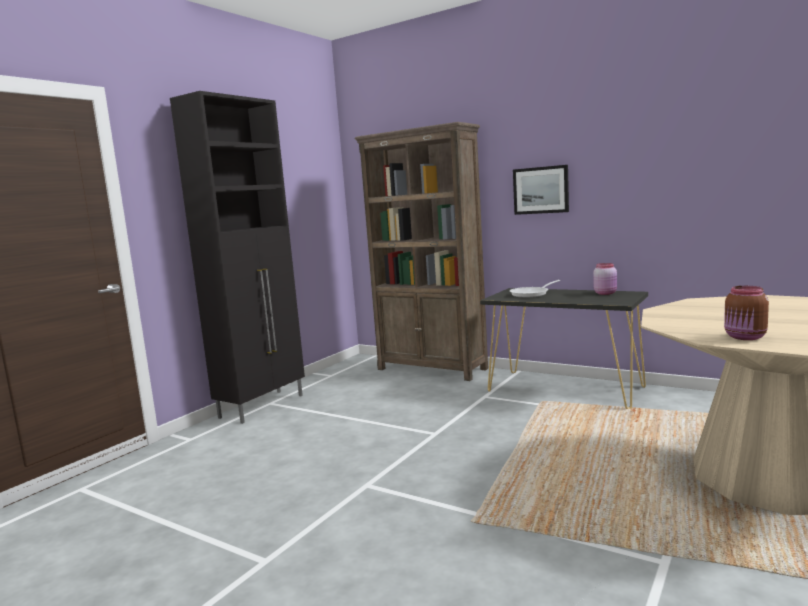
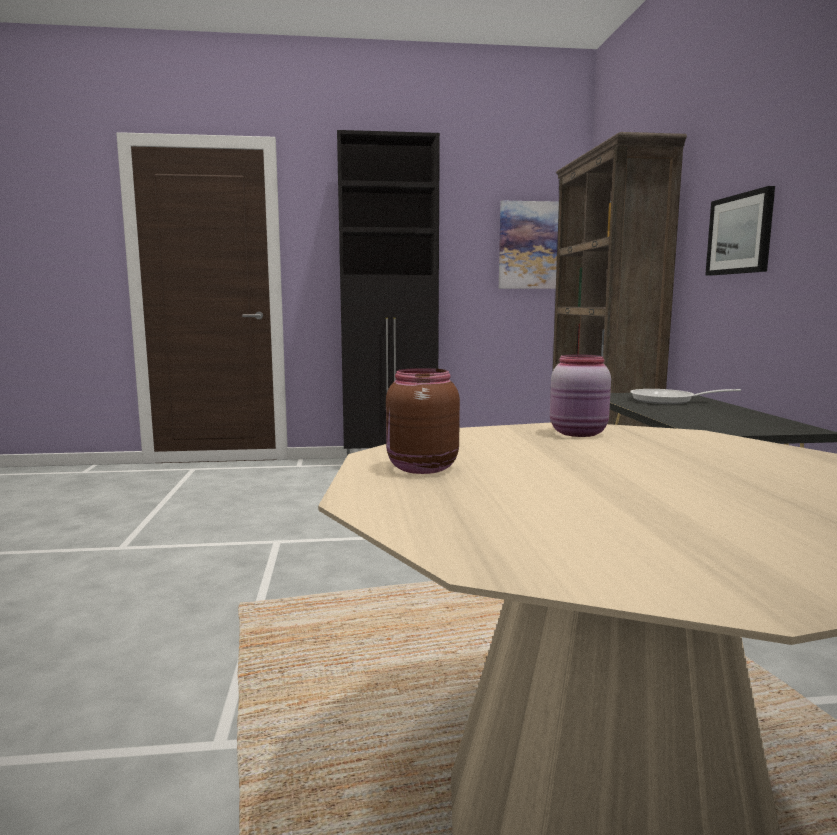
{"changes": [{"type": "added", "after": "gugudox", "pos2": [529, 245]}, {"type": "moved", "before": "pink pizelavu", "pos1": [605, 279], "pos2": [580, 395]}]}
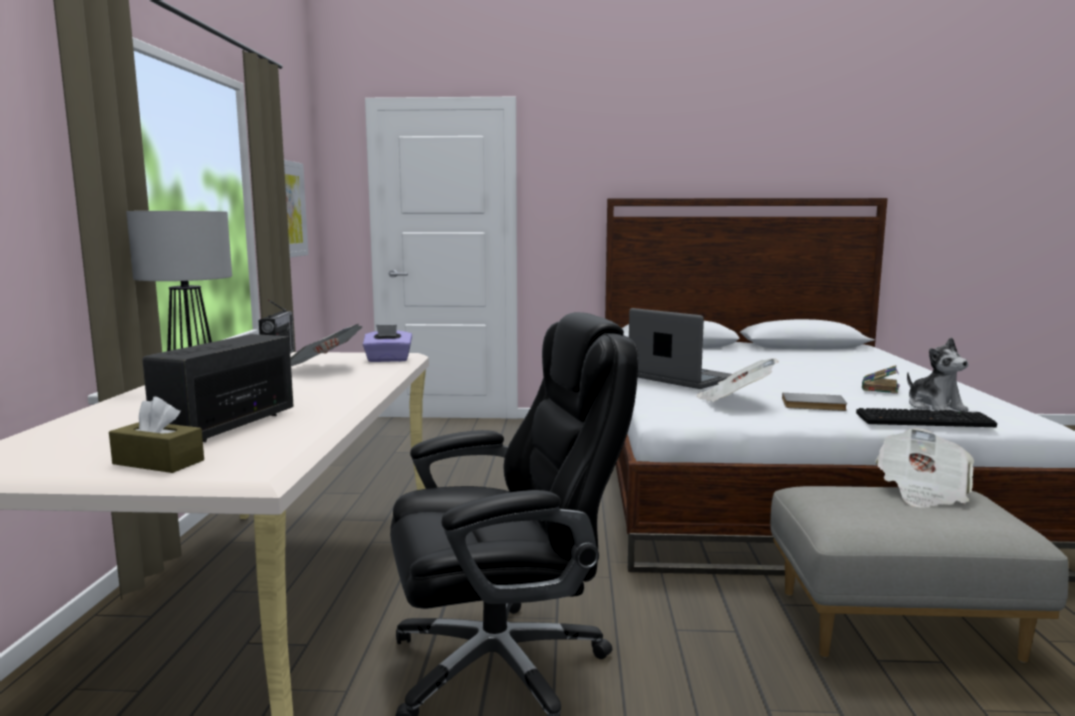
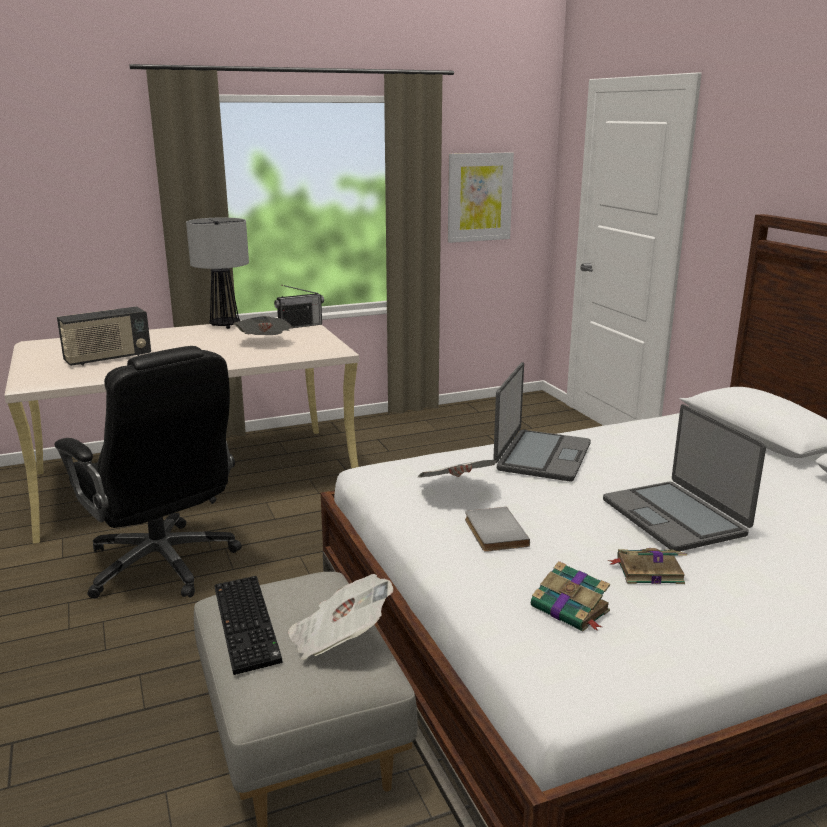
{"changes": [{"type": "turned", "before": "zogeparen", "pos1": [218, 388], "pos2": [104, 336], "turn": 150}, {"type": "moved", "before": "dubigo", "pos1": [926, 417], "pos2": [248, 625]}, {"type": "replaced", "before": "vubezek", "after": "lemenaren", "pos1": [937, 374], "pos2": [570, 596]}, {"type": "added", "after": "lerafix", "pos2": [684, 477]}, {"type": "removed", "before": "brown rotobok", "pos1": [156, 435]}, {"type": "removed", "before": "purple rotobok", "pos1": [387, 343]}]}
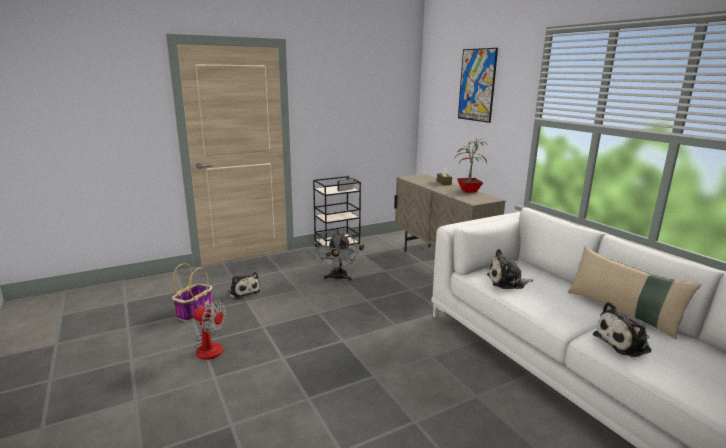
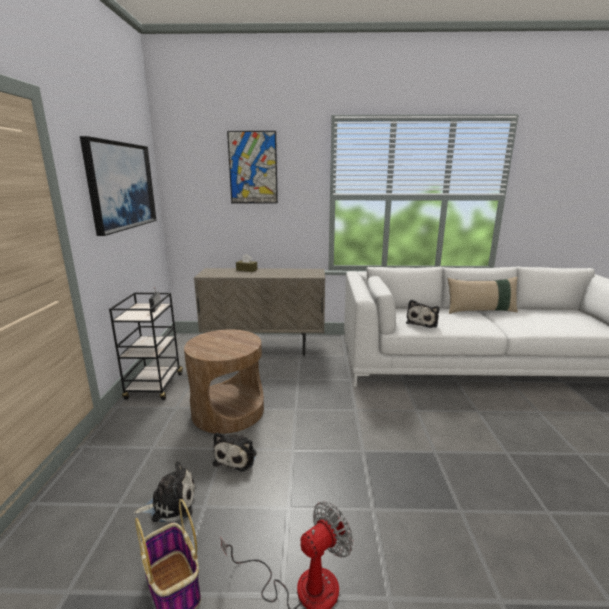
{"changes": [{"type": "added", "after": "gugudox", "pos2": [118, 186]}, {"type": "replaced", "before": "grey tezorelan", "after": "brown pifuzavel", "pos1": [336, 255], "pos2": [224, 381]}, {"type": "moved", "before": "vubezek", "pos1": [622, 329], "pos2": [235, 452]}, {"type": "removed", "before": "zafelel", "pos1": [471, 166]}]}
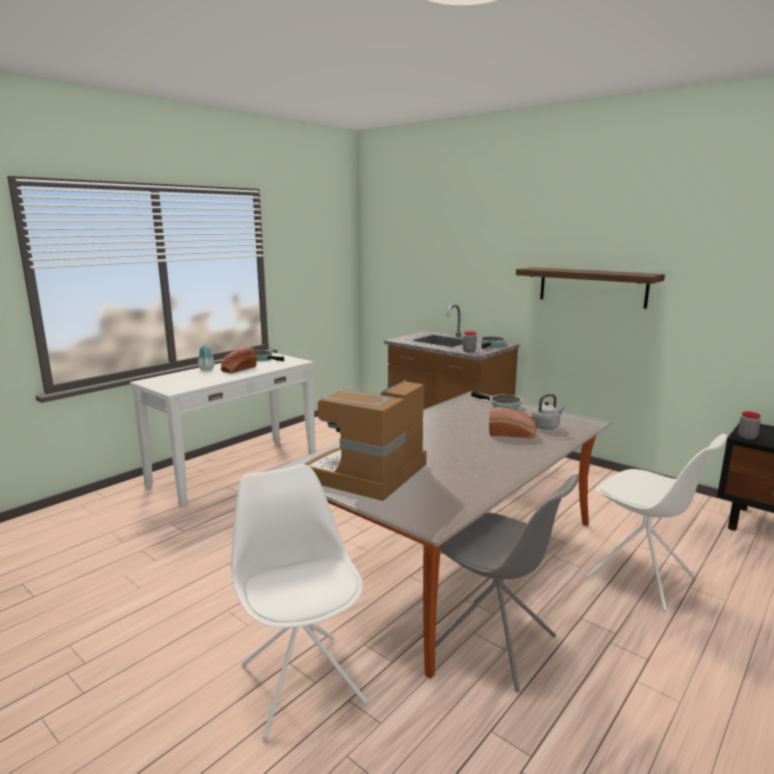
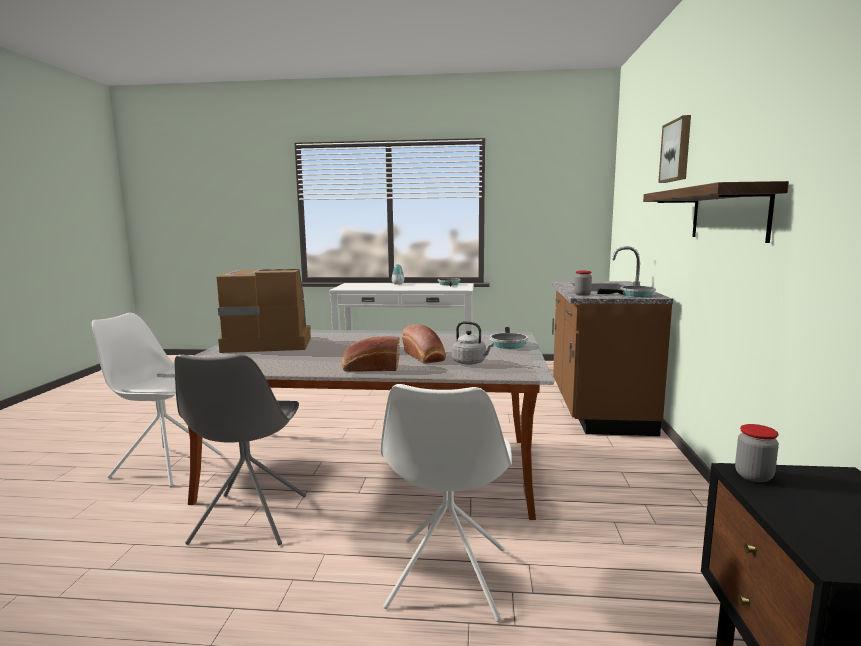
{"changes": [{"type": "turned", "before": "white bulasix", "pos1": [299, 602], "pos2": [157, 400], "turn": -105}, {"type": "moved", "before": "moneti", "pos1": [239, 360], "pos2": [371, 354]}, {"type": "added", "after": "gugudox", "pos2": [674, 149]}]}
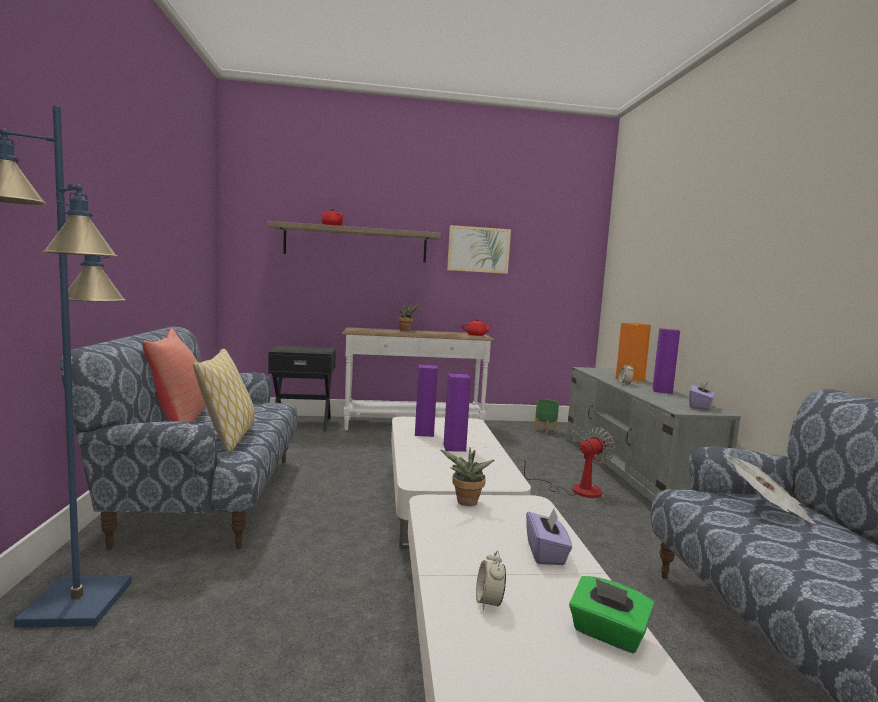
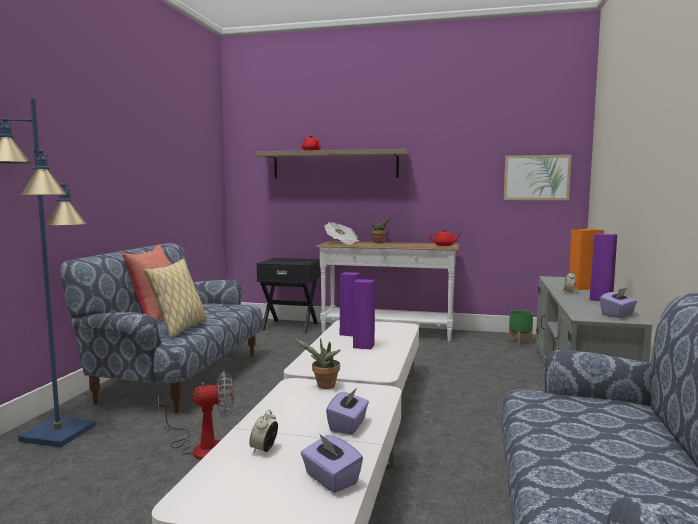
{"changes": [{"type": "moved", "before": "tezorelan", "pos1": [567, 462], "pos2": [196, 415]}, {"type": "recoloured", "before": "green rotobok", "after": "purple rotobok", "pos1": [611, 614], "pos2": [332, 463]}, {"type": "moved", "before": "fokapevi", "pos1": [770, 489], "pos2": [341, 233]}, {"type": "moved", "before": "gugudox", "pos1": [479, 249], "pos2": [538, 177]}]}
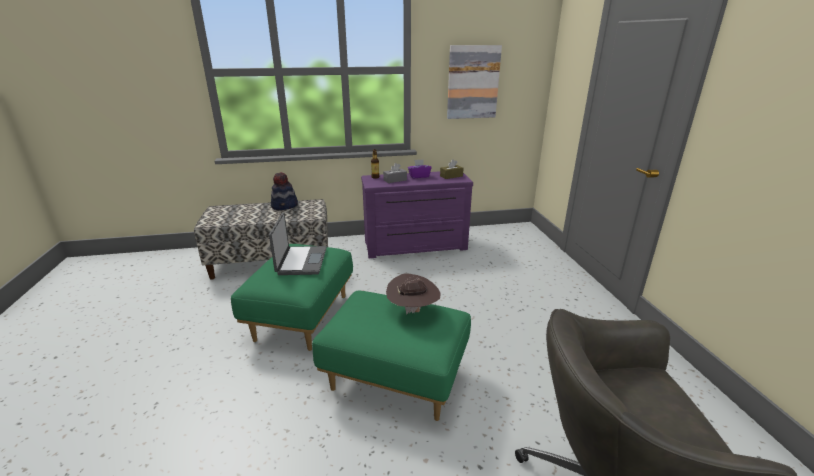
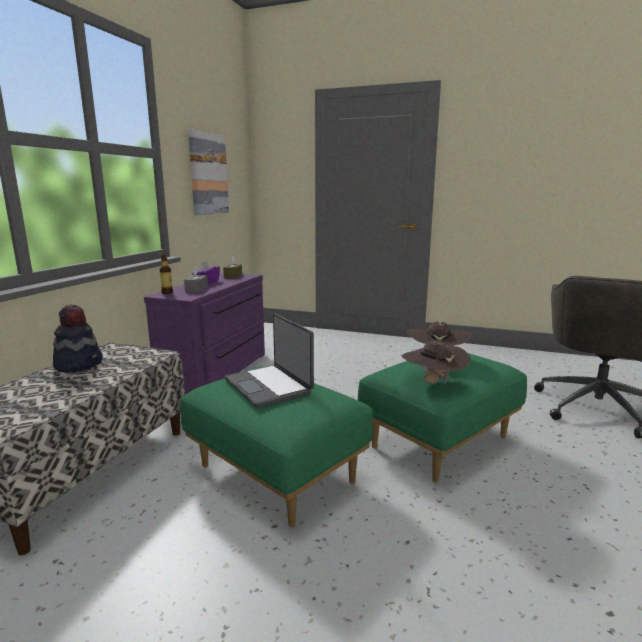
{"changes": [{"type": "turned", "before": "lerafix", "pos1": [298, 243], "pos2": [269, 361], "turn": -150}, {"type": "added", "after": "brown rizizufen", "pos2": [436, 362]}]}
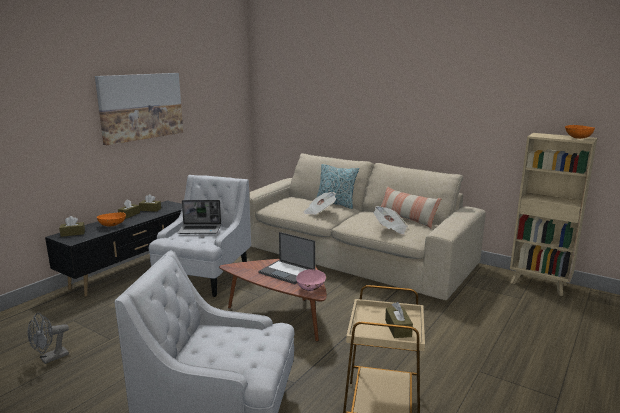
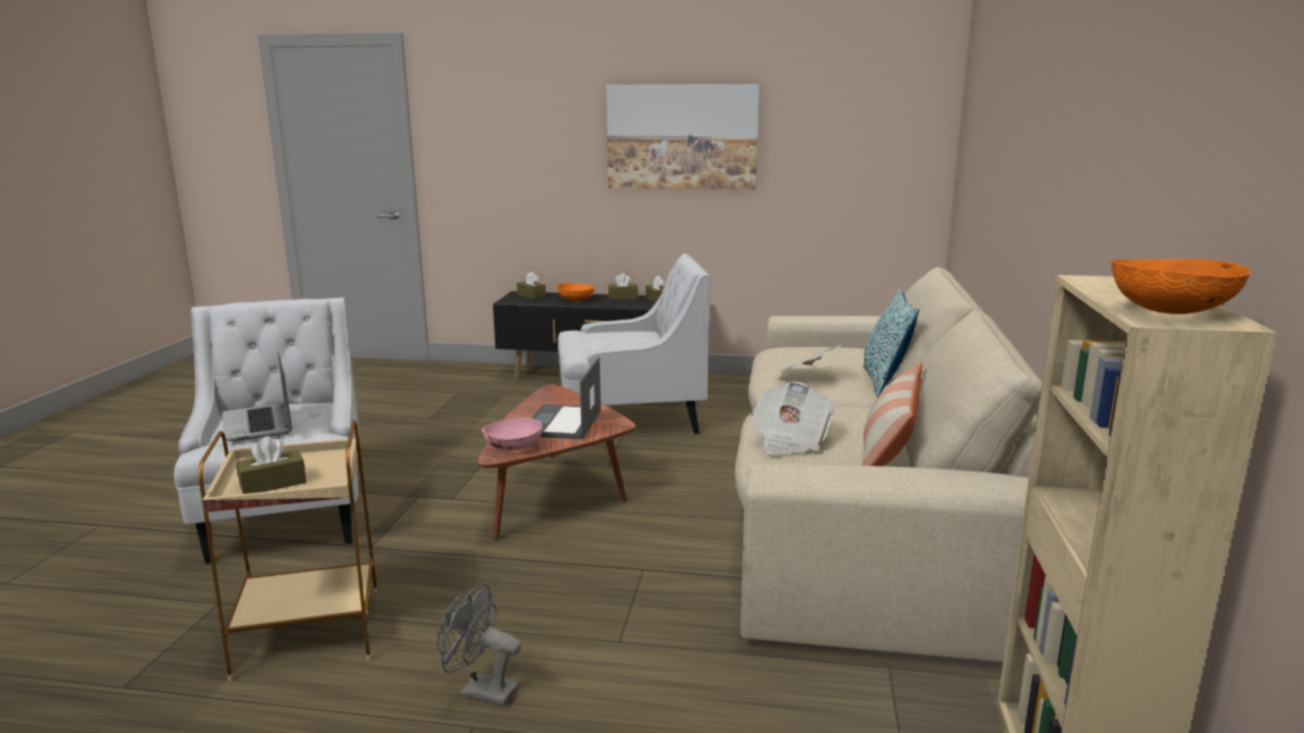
{"changes": [{"type": "moved", "before": "lerafix", "pos1": [199, 217], "pos2": [257, 396]}, {"type": "moved", "before": "grey tezorelan", "pos1": [48, 338], "pos2": [479, 645]}]}
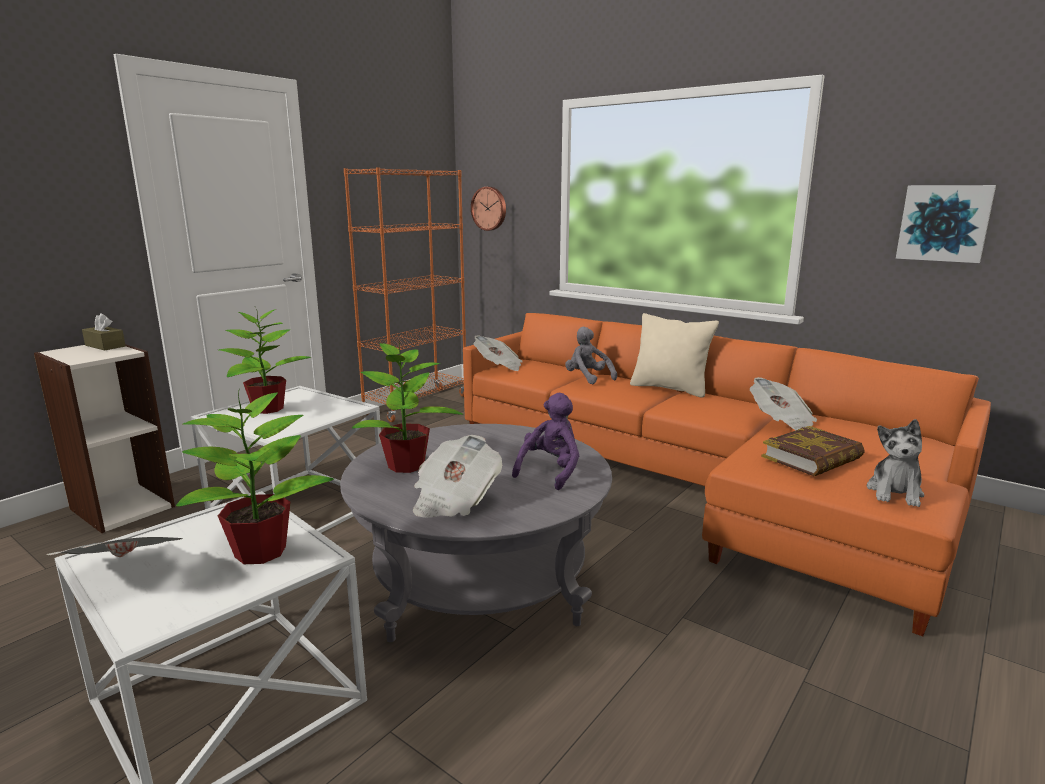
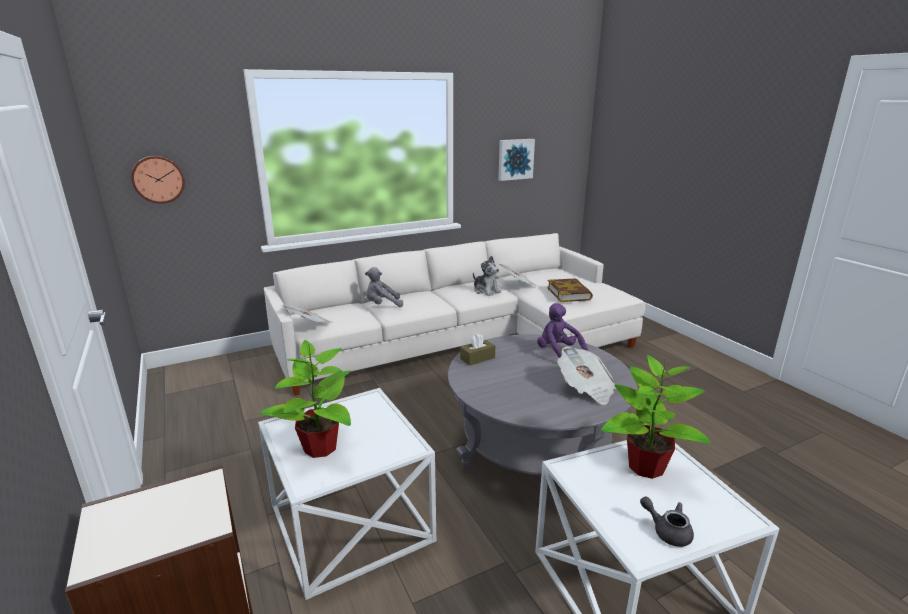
{"changes": [{"type": "recoloured", "before": "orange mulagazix", "after": "white mulagazix", "pos1": [727, 474], "pos2": [455, 314]}, {"type": "moved", "before": "brown rotobok", "pos1": [104, 332], "pos2": [477, 350]}, {"type": "moved", "before": "vubezek", "pos1": [895, 463], "pos2": [487, 276]}, {"type": "replaced", "before": "fokapevi", "after": "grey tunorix", "pos1": [114, 547], "pos2": [667, 522]}, {"type": "removed", "before": "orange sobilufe", "pos1": [405, 294]}, {"type": "removed", "before": "zafelel", "pos1": [407, 406]}, {"type": "removed", "before": "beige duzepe", "pos1": [674, 355]}]}
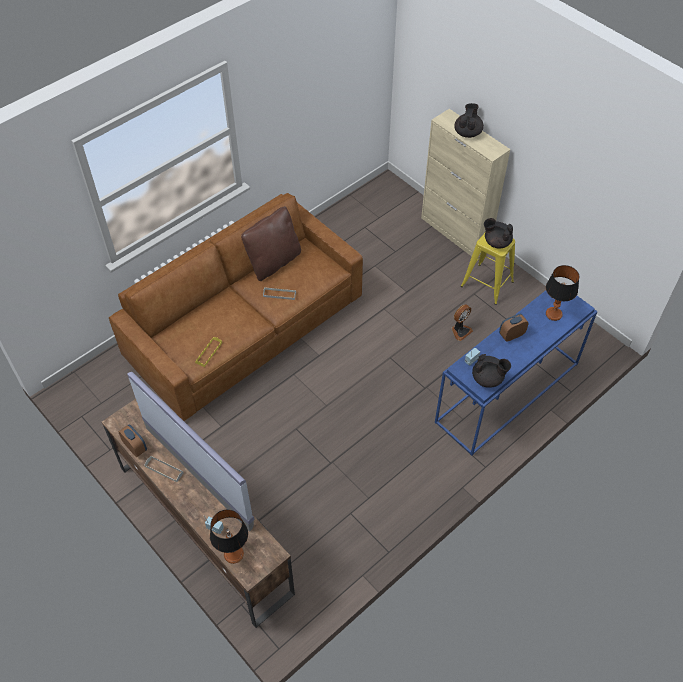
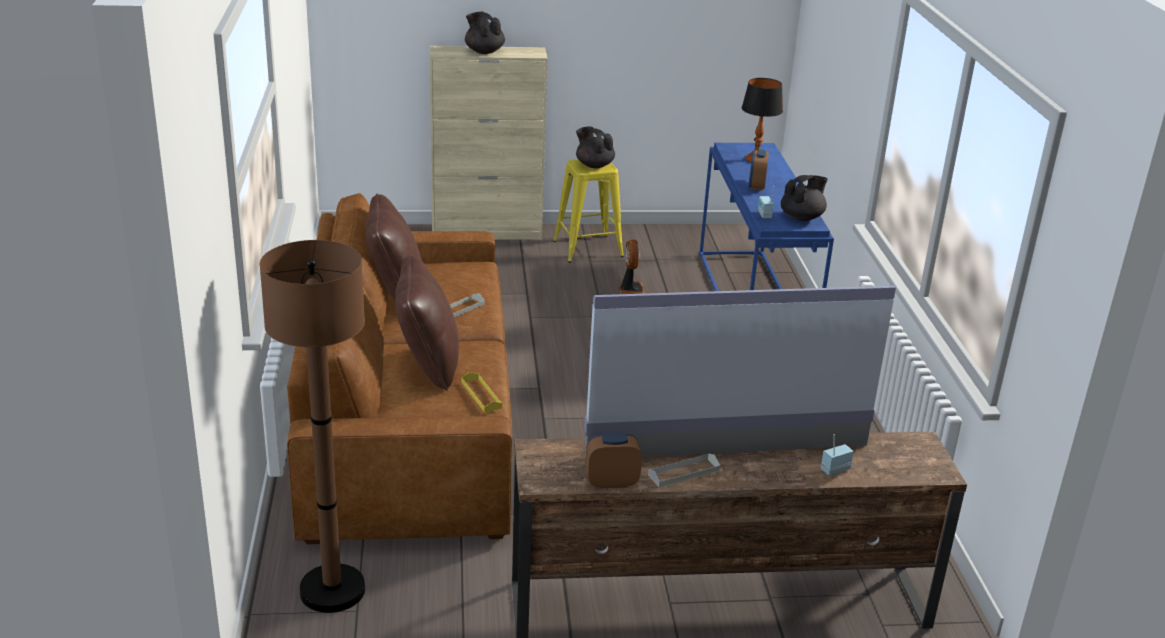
{"changes": [{"type": "added", "after": "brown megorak", "pos2": [312, 426]}, {"type": "added", "after": "brown duzepe", "pos2": [427, 322]}, {"type": "turned", "before": "black tunorix", "pos1": [498, 233], "pos2": [595, 147], "turn": 75}, {"type": "removed", "before": "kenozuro", "pos1": [229, 536]}]}
